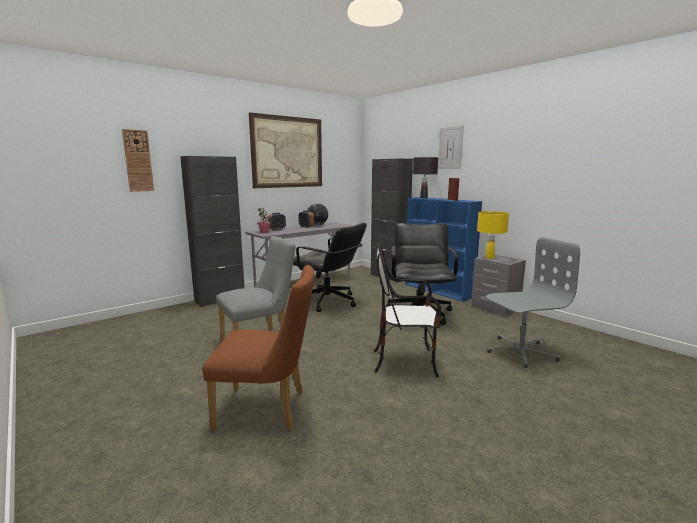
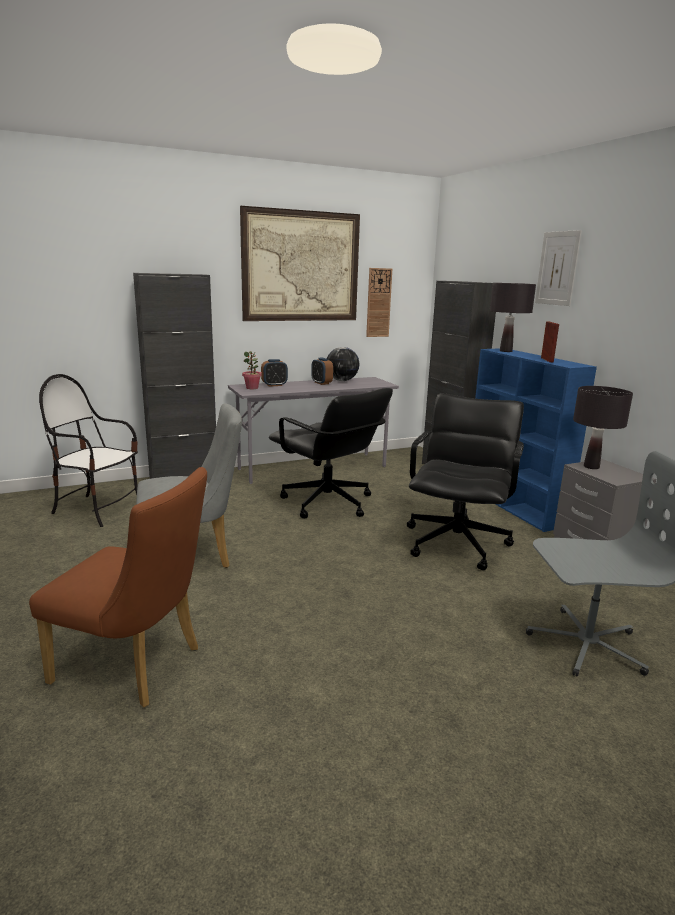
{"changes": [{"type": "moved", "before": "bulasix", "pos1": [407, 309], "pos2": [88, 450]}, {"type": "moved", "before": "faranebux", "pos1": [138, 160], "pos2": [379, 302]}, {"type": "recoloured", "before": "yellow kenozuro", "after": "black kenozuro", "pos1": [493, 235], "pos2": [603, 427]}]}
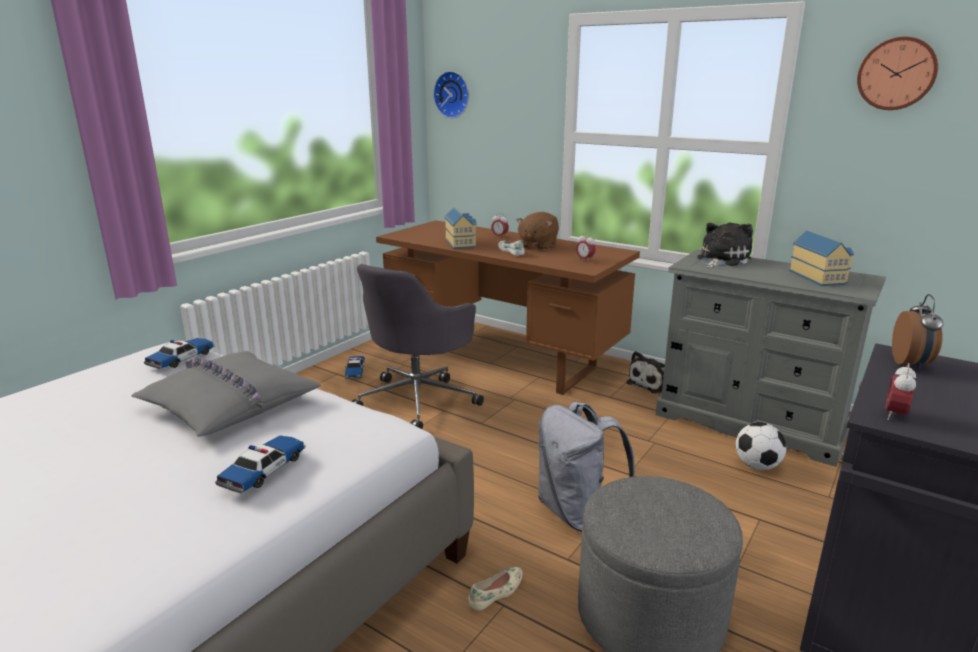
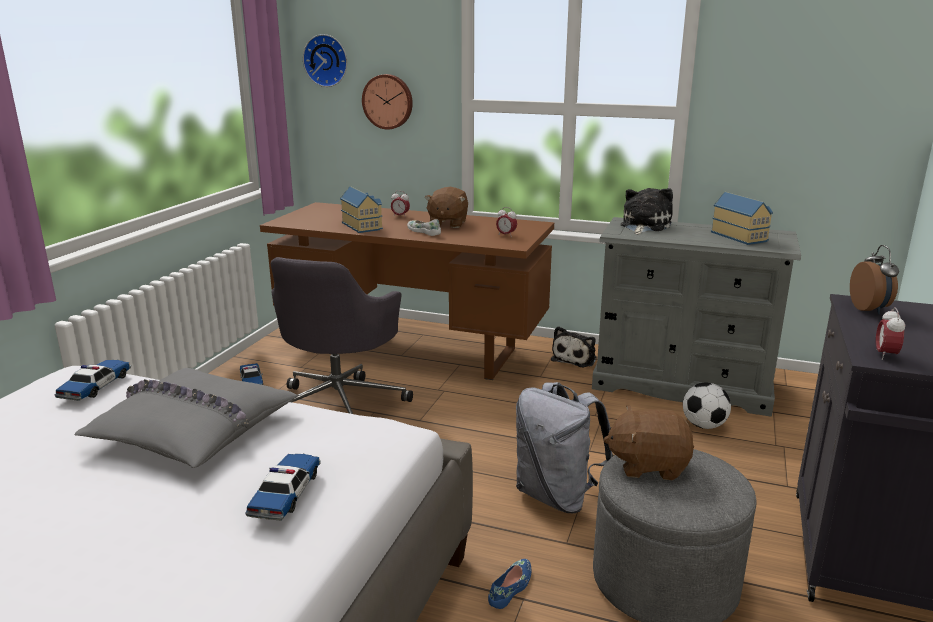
{"changes": [{"type": "moved", "before": "faranebux", "pos1": [897, 73], "pos2": [387, 101]}, {"type": "recoloured", "before": "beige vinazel", "after": "blue vinazel", "pos1": [495, 589], "pos2": [509, 584]}, {"type": "added", "after": "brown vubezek", "pos2": [648, 442]}]}
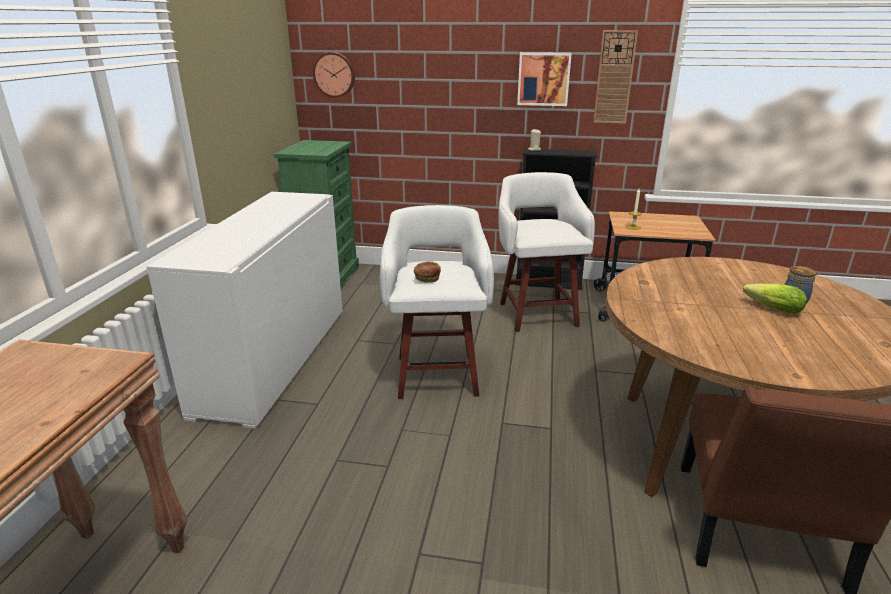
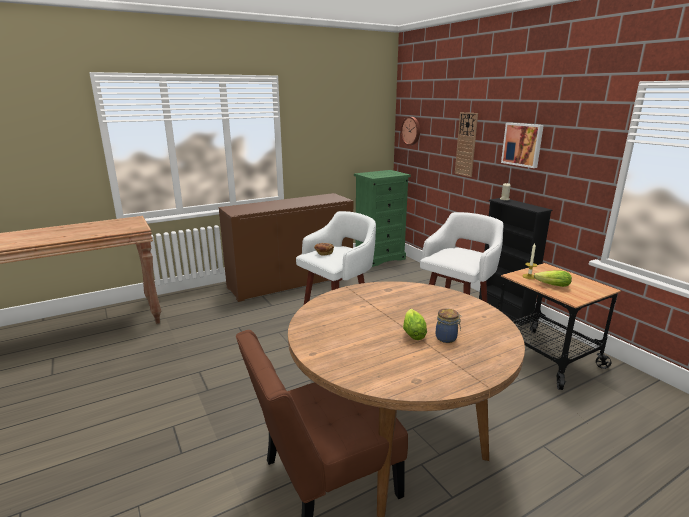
{"changes": [{"type": "recoloured", "before": "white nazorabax", "after": "brown nazorabax", "pos1": [244, 310], "pos2": [286, 247]}, {"type": "moved", "before": "faranebux", "pos1": [615, 77], "pos2": [466, 144]}, {"type": "added", "after": "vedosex", "pos2": [553, 278]}]}
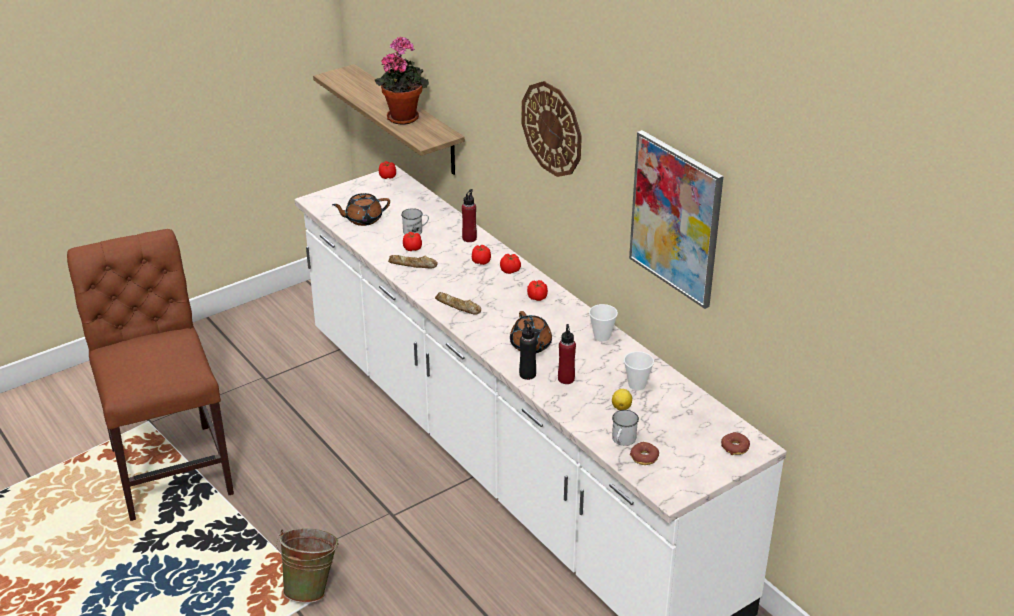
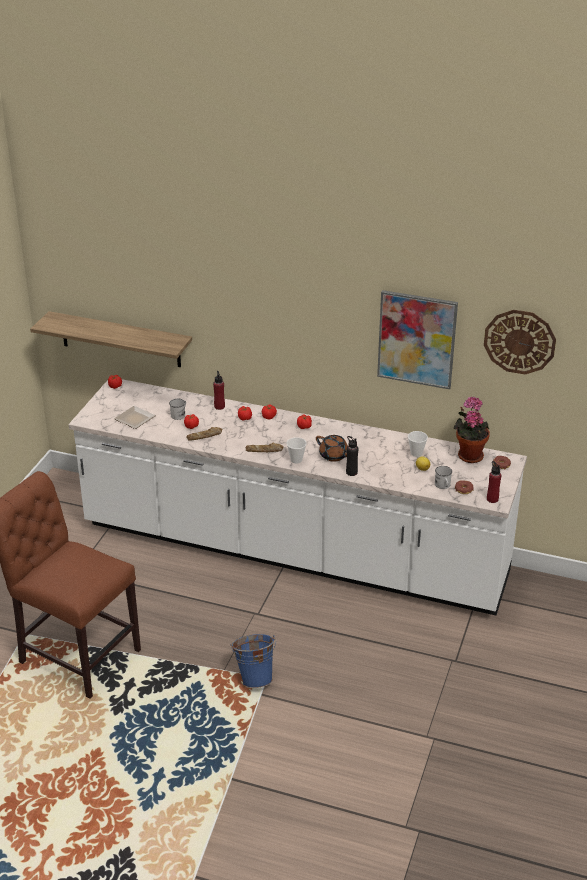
{"changes": [{"type": "replaced", "before": "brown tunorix", "after": "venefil", "pos1": [361, 209], "pos2": [135, 417]}, {"type": "recoloured", "before": "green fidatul", "after": "blue fidatul", "pos1": [307, 565], "pos2": [253, 661]}, {"type": "moved", "before": "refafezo", "pos1": [603, 322], "pos2": [296, 450]}, {"type": "moved", "before": "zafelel", "pos1": [401, 80], "pos2": [472, 429]}, {"type": "moved", "before": "faranebux", "pos1": [552, 129], "pos2": [520, 342]}, {"type": "moved", "before": "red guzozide", "pos1": [567, 354], "pos2": [494, 482]}]}
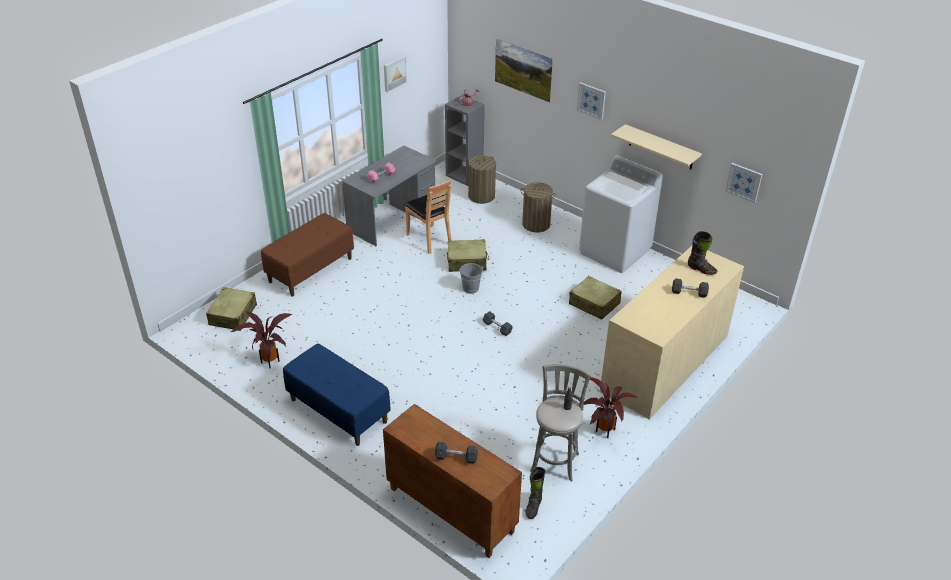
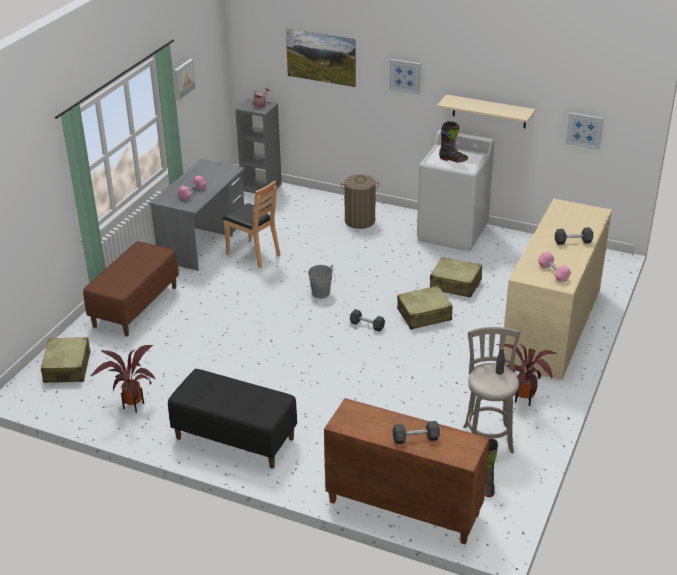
{"changes": [{"type": "recoloured", "before": "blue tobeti", "after": "black tobeti", "pos1": [337, 395], "pos2": [232, 418]}, {"type": "moved", "before": "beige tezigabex", "pos1": [468, 255], "pos2": [425, 308]}, {"type": "moved", "before": "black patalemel", "pos1": [703, 253], "pos2": [453, 141]}, {"type": "added", "after": "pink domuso", "pos2": [554, 266]}, {"type": "removed", "before": "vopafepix", "pos1": [482, 179]}]}
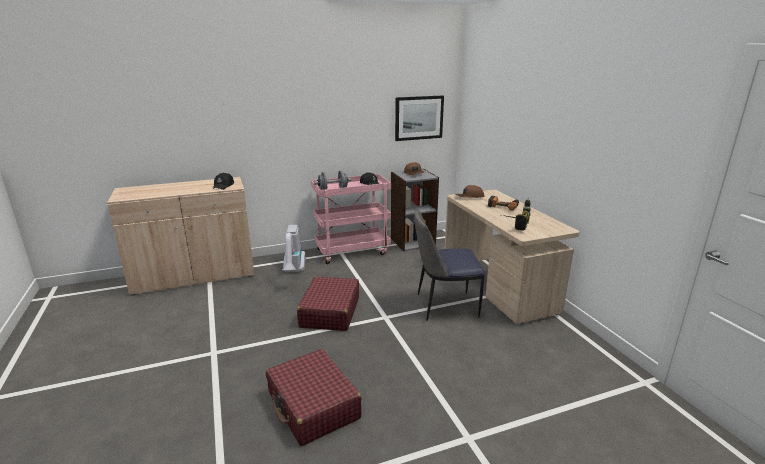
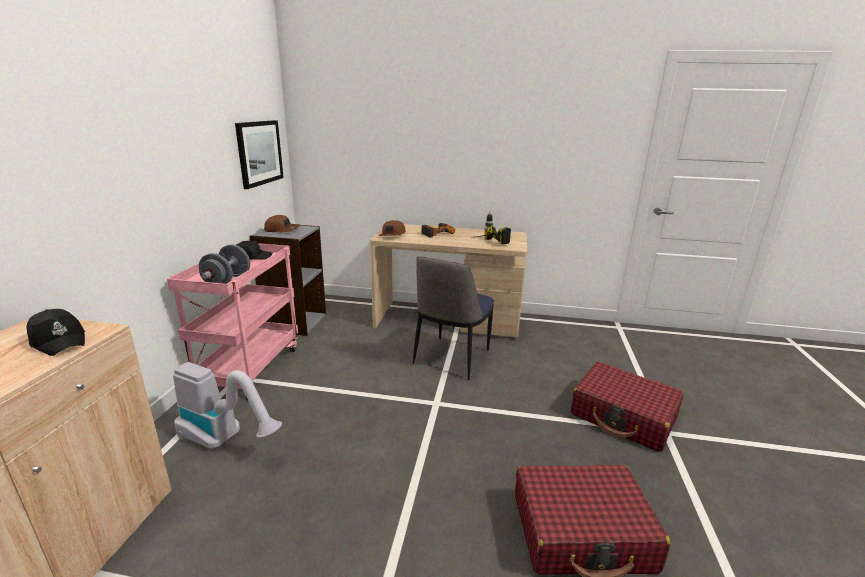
{"changes": [{"type": "moved", "before": "red tezigabex", "pos1": [328, 304], "pos2": [627, 407]}]}
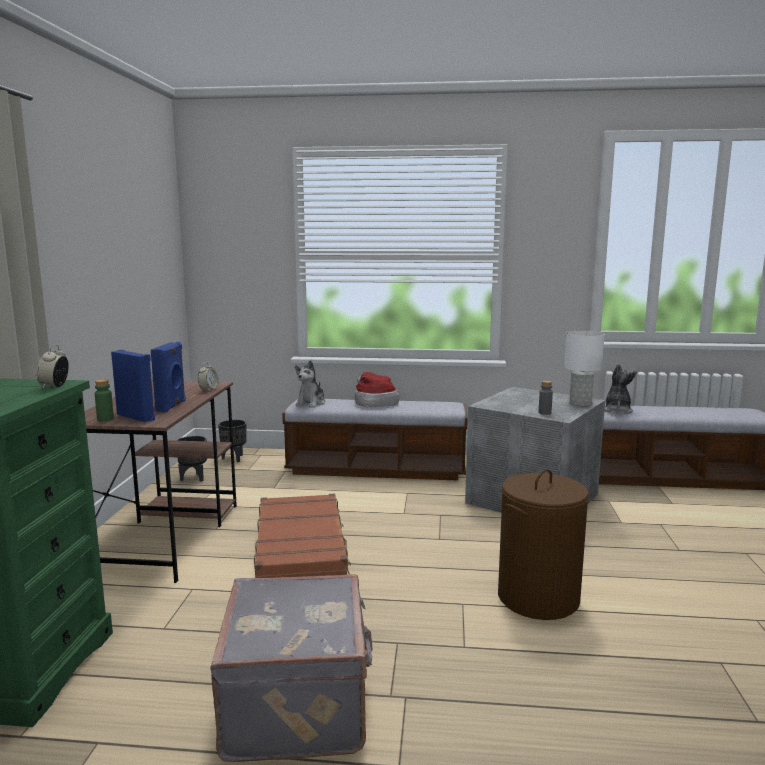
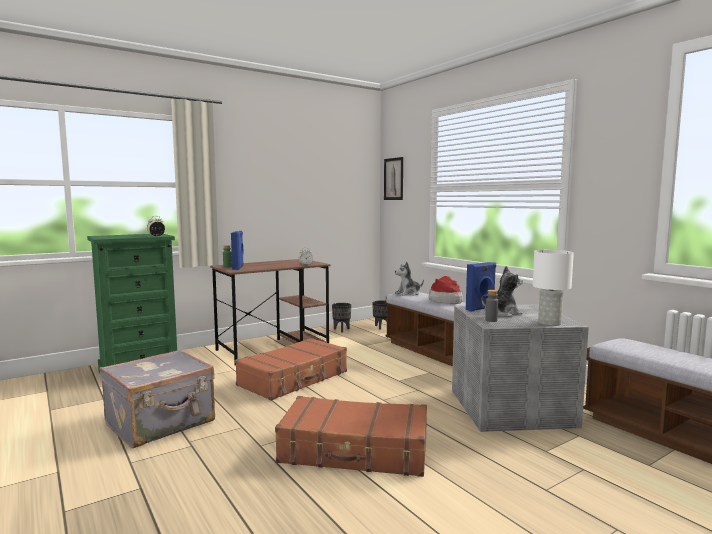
{"changes": [{"type": "replaced", "before": "brown vopafepix", "after": "brown tezigabex", "pos1": [543, 544], "pos2": [351, 436]}, {"type": "added", "after": "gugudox", "pos2": [393, 178]}, {"type": "moved", "before": "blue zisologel", "pos1": [168, 377], "pos2": [481, 287]}, {"type": "moved", "before": "vubezek", "pos1": [621, 389], "pos2": [502, 291]}]}
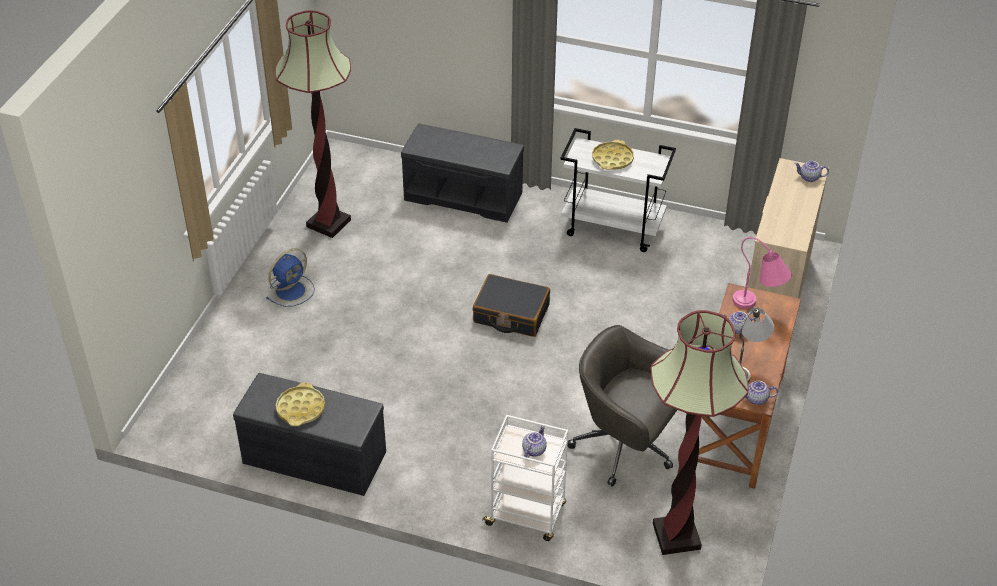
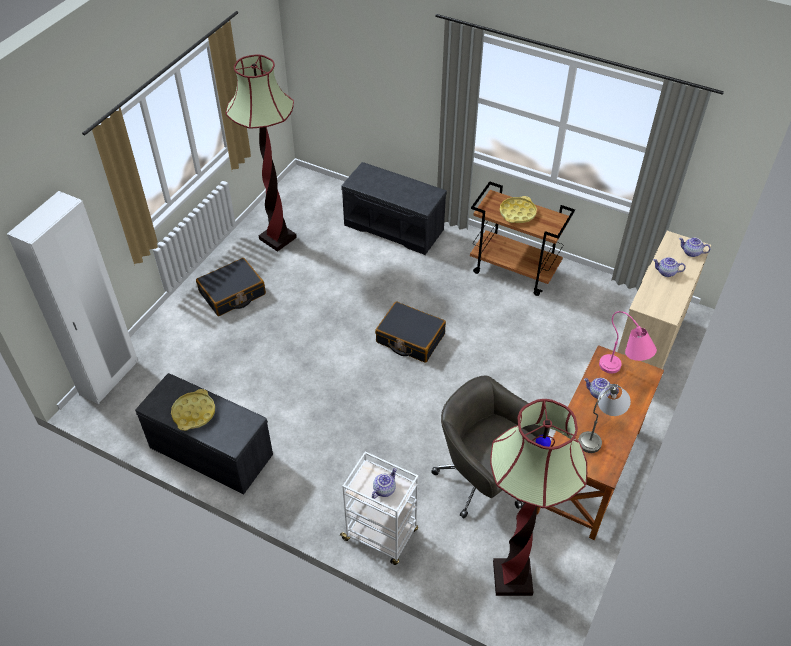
{"changes": [{"type": "added", "after": "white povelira", "pos2": [72, 297]}, {"type": "replaced", "before": "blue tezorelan", "after": "black tezigabex", "pos1": [290, 277], "pos2": [231, 287]}, {"type": "recoloured", "before": "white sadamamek", "after": "brown sadamamek", "pos1": [618, 190], "pos2": [522, 238]}, {"type": "moved", "before": "tunorix", "pos1": [761, 393], "pos2": [669, 267]}]}
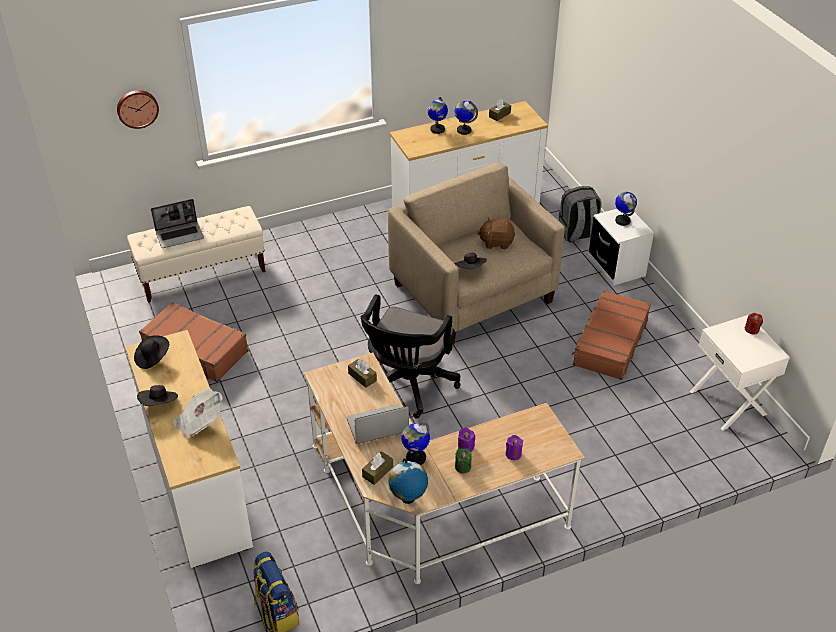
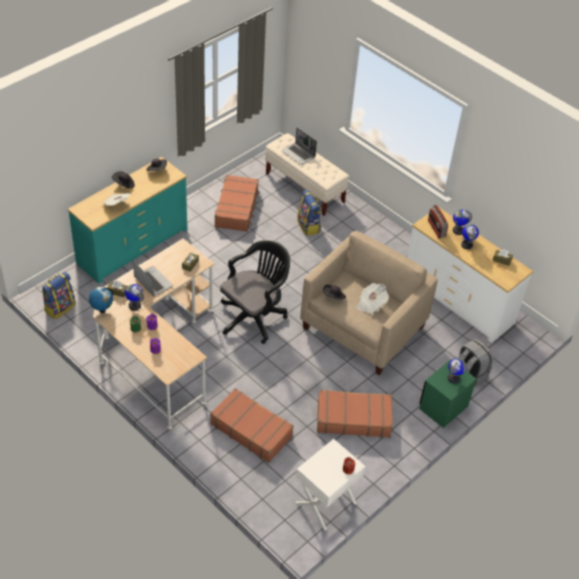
{"changes": [{"type": "recoloured", "before": "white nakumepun", "after": "turquoise nakumepun", "pos1": [189, 449], "pos2": [127, 220]}, {"type": "added", "after": "brown tezigabex", "pos2": [252, 425]}, {"type": "turned", "before": "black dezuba", "pos1": [410, 356], "pos2": [255, 292], "turn": 135}, {"type": "added", "after": "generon", "pos2": [309, 213]}, {"type": "replaced", "before": "brown vubezek", "after": "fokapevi", "pos1": [496, 233], "pos2": [372, 298]}, {"type": "recoloured", "before": "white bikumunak", "after": "green bikumunak", "pos1": [621, 247], "pos2": [447, 393]}, {"type": "added", "after": "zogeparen", "pos2": [438, 221]}, {"type": "removed", "before": "faranebux", "pos1": [138, 109]}]}
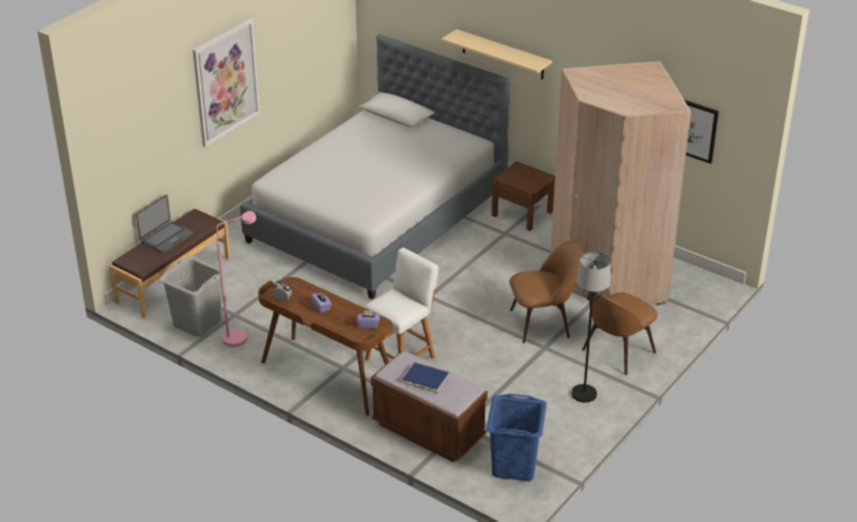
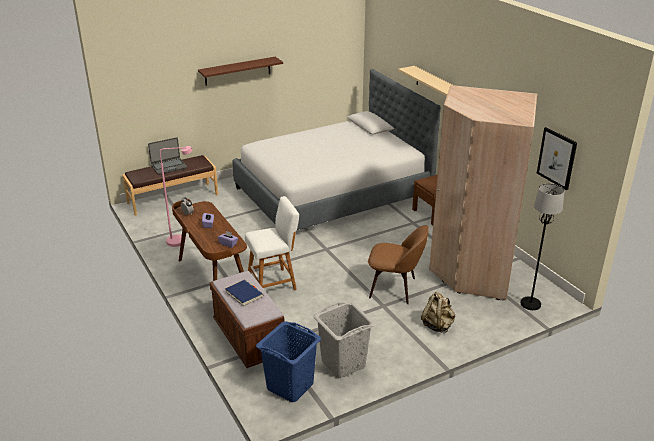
{"changes": [{"type": "replaced", "before": "gugudox", "after": "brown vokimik", "pos1": [226, 83], "pos2": [240, 71]}, {"type": "moved", "before": "grey vopafepix", "pos1": [192, 297], "pos2": [344, 339]}, {"type": "replaced", "before": "brown bulasix", "after": "beige generon", "pos1": [620, 333], "pos2": [438, 312]}, {"type": "moved", "before": "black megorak", "pos1": [591, 327], "pos2": [542, 246]}]}
